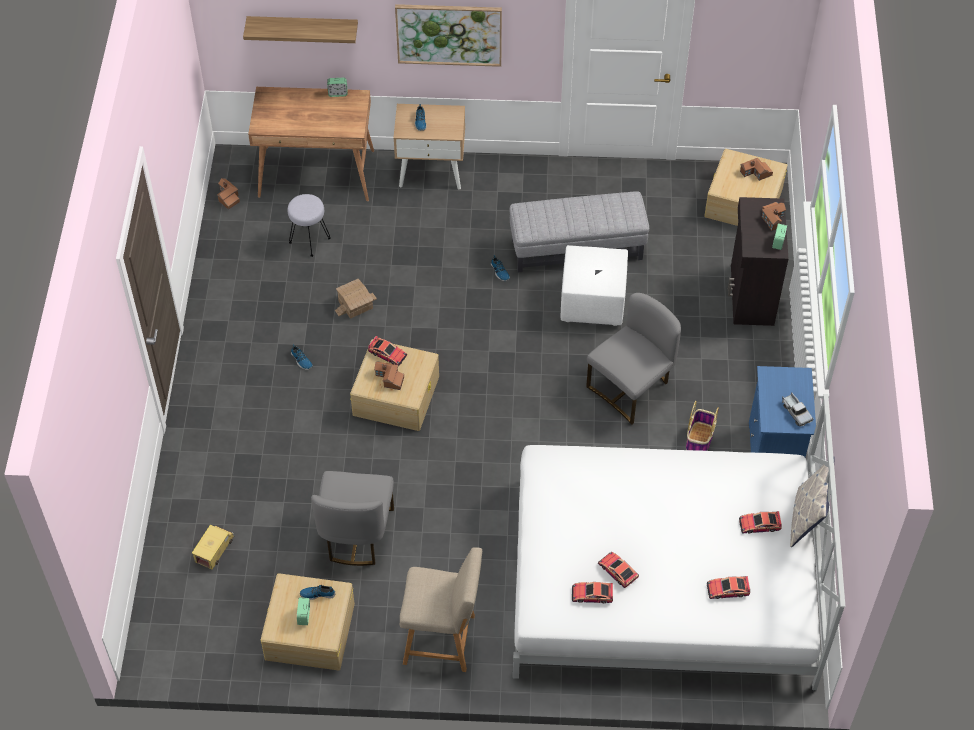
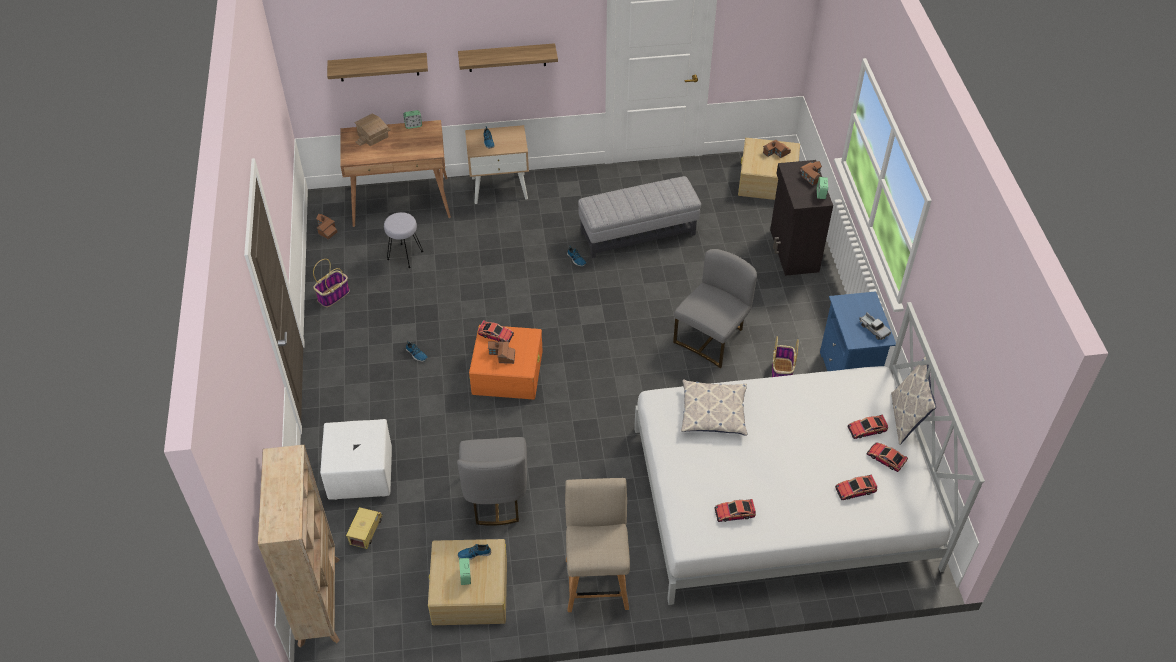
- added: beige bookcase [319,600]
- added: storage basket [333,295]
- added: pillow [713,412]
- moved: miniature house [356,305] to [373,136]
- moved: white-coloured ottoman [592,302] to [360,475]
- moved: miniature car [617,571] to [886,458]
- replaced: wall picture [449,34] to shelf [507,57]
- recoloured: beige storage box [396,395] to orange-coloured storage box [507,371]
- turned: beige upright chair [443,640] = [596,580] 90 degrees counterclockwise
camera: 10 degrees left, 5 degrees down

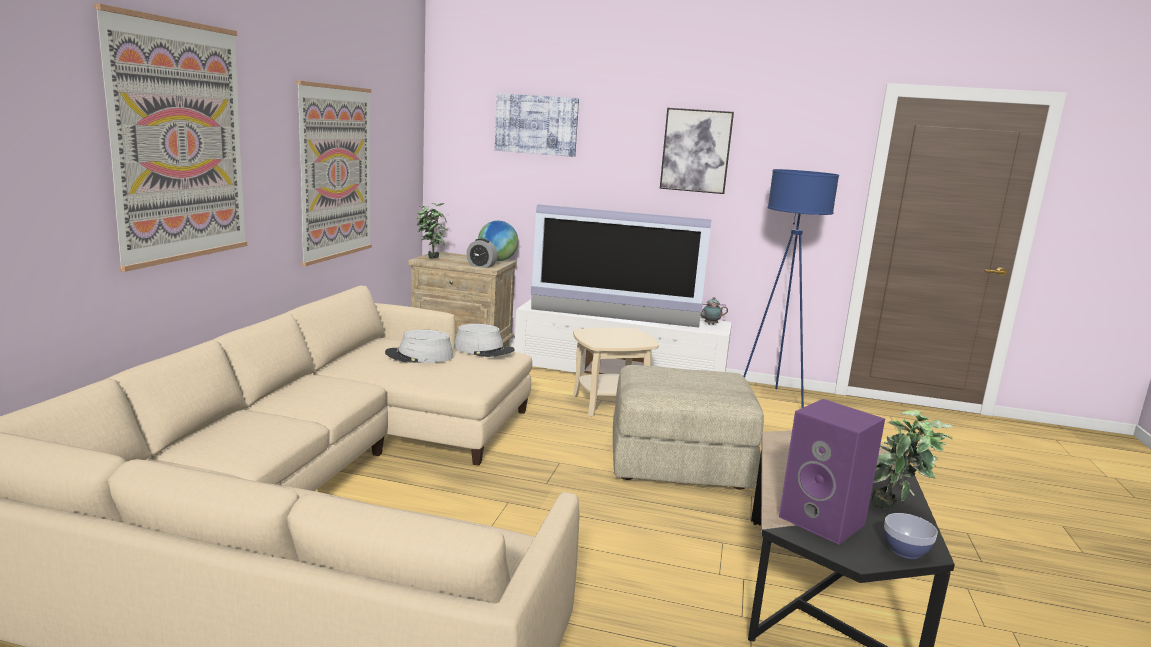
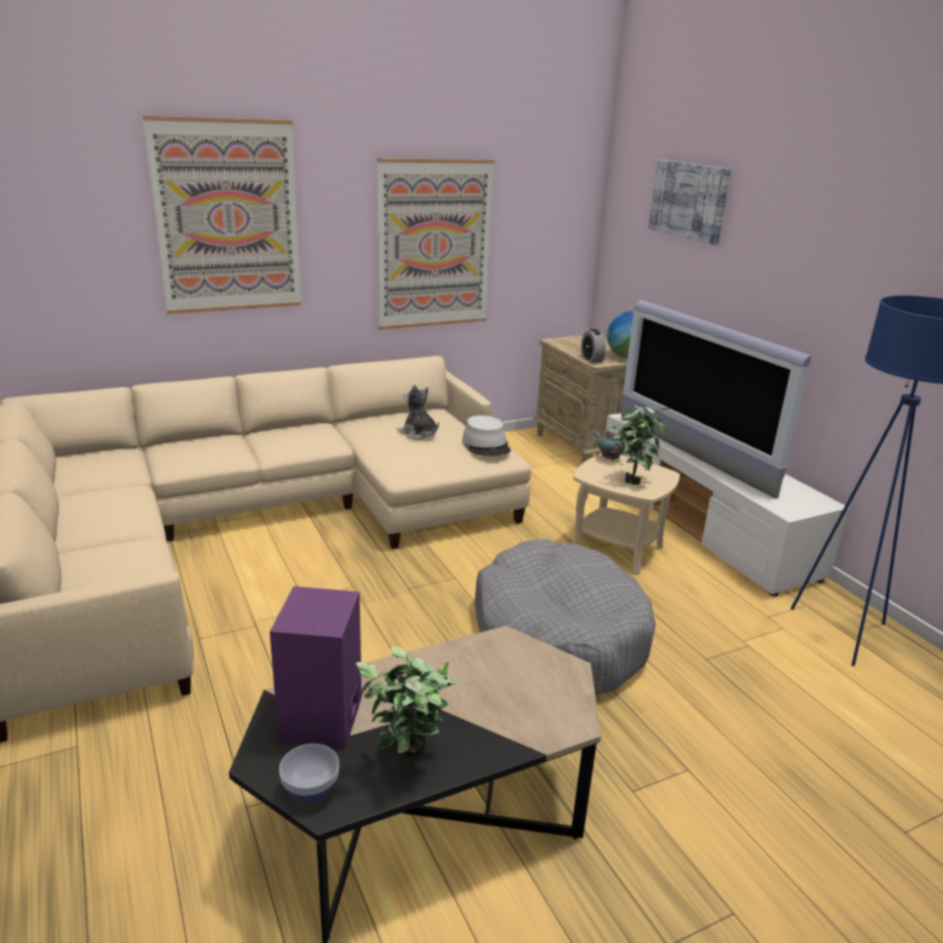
- removed: wall picture [696,151]
- moved: potted plant [430,257] to [633,480]
- moved: teapot [709,324] to [609,458]
- replaced: grey clothing hat [419,356] to plush toy [419,434]
- replaced: beige ottoman [680,463] to grey dog bed [559,635]
camera: 50 degrees right, 10 degrees up

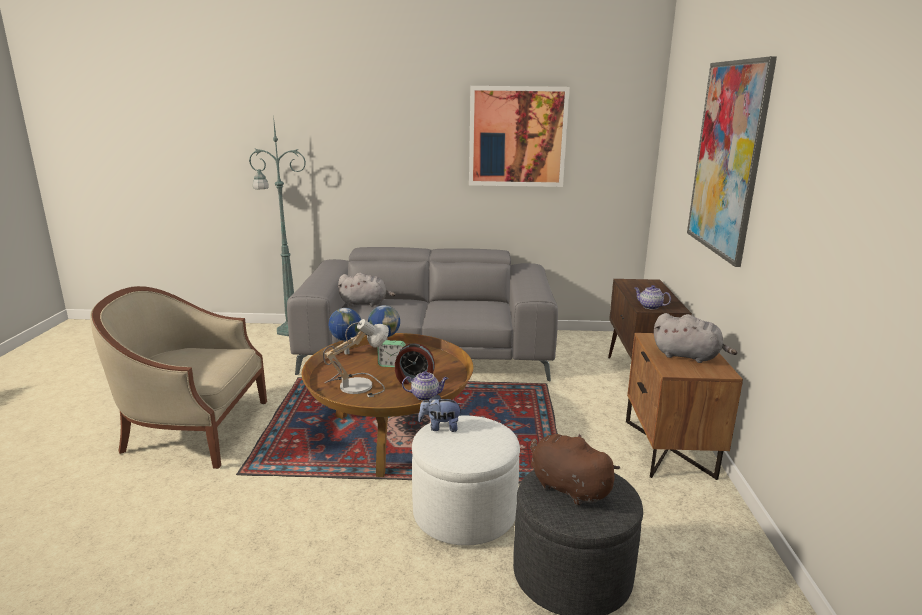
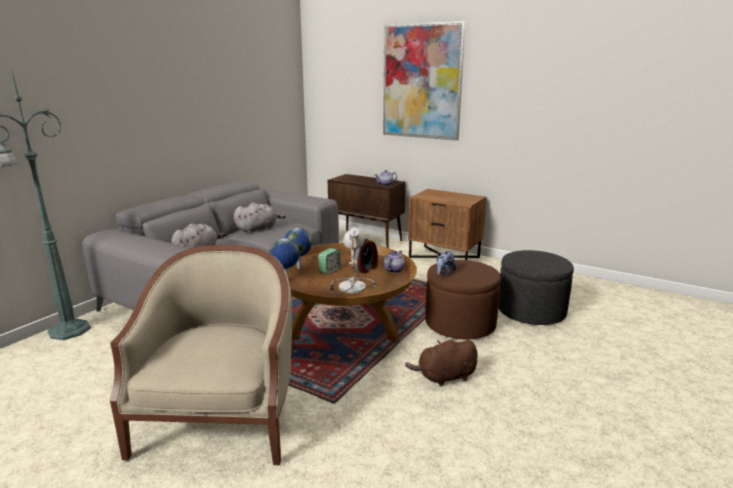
- removed: wall picture [517,137]
- moved: brownish plush toy [567,488] to [444,377]
- moved: grey plush toy [688,356] to [258,229]
- recoloured: white-coloured ottoman [464,513] to brownish ottoman [460,324]
- turned: beige lounge chair [194,430] = [221,419] 150 degrees clockwise
camera: 60 degrees left, 0 degrees up

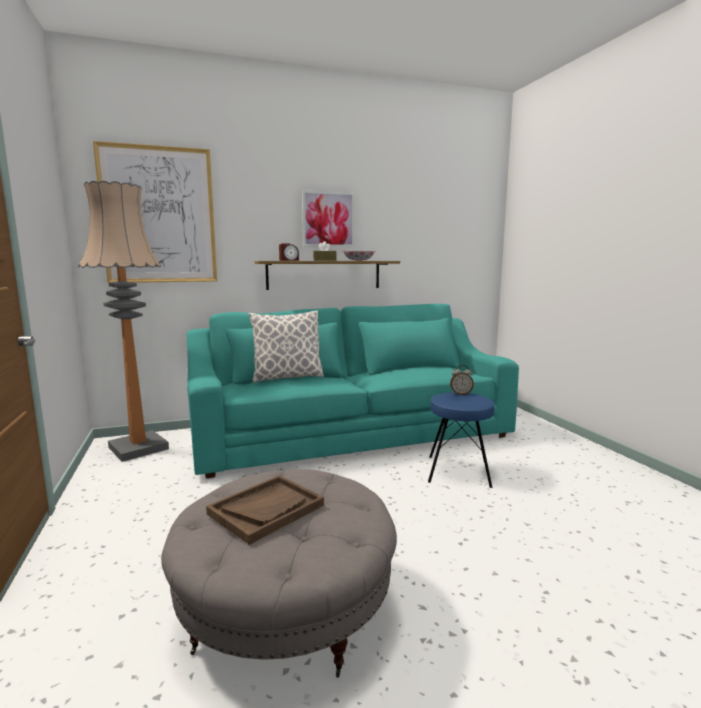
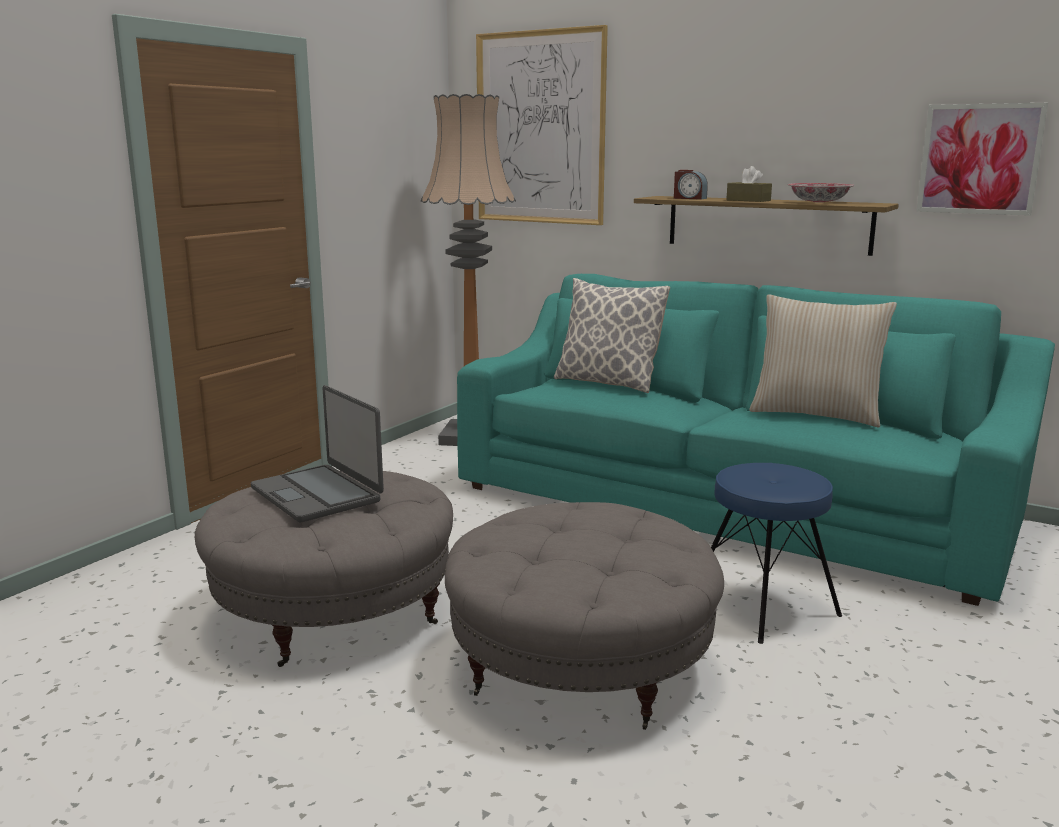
- removed: alarm clock [461,394]
- added: grey ottoman [581,664]
- added: beige pillow [816,414]
- moved: wall picture [328,219] to [979,159]
- replaced: brownish carrying tray [266,509] to notebook computer [318,494]
camera: 50 degrees right, 5 degrees up

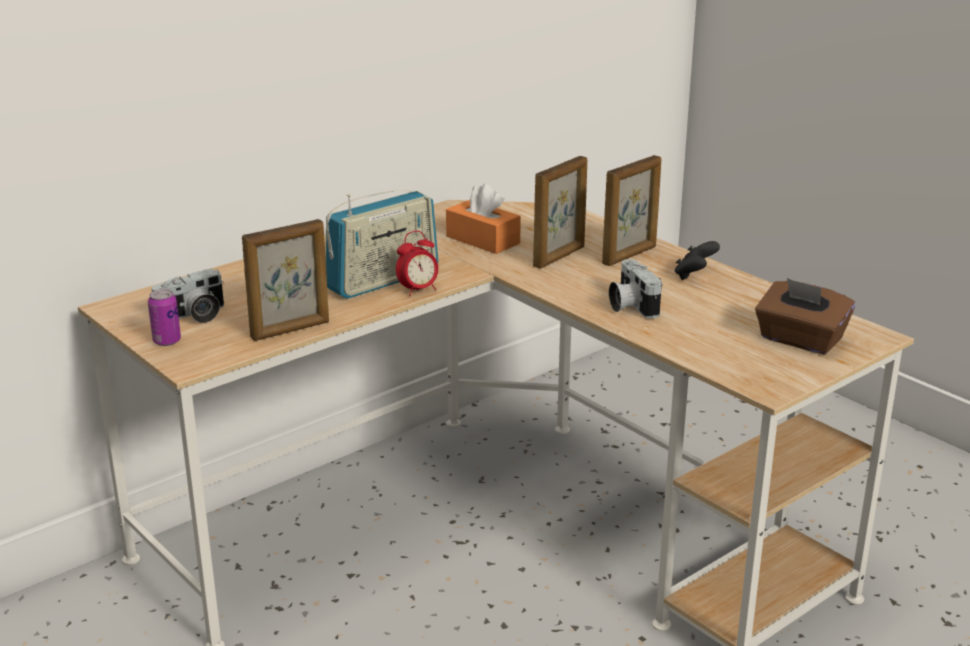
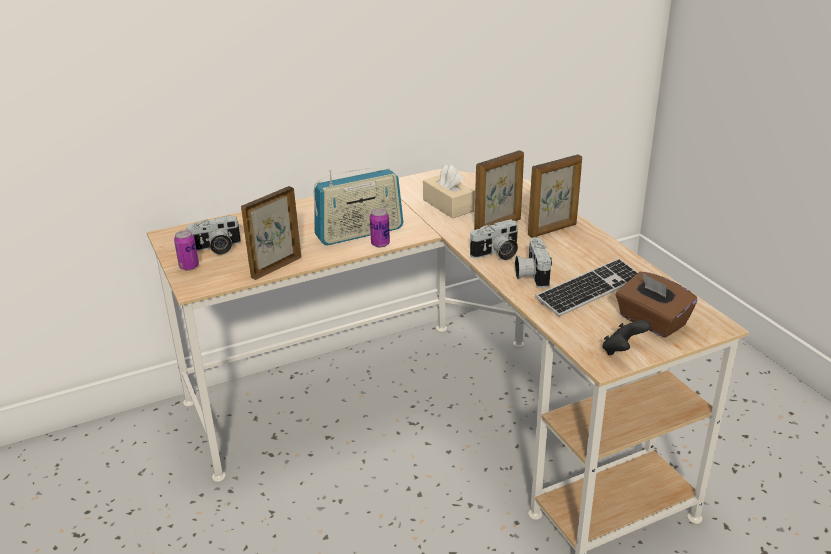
- added: still camera [496,254]
- added: PC keyboard [589,290]
- moved: black-coloured game controller [694,276] to [622,350]
- replaced: alarm clock [418,290] to sealed can [380,244]
- recoloured: orange-coloured box of tissues [482,240] to beige box of tissues [448,205]
- turned: photo frame [291,330] = [275,267] 150 degrees clockwise
camera: 15 degrees right, 5 degrees up

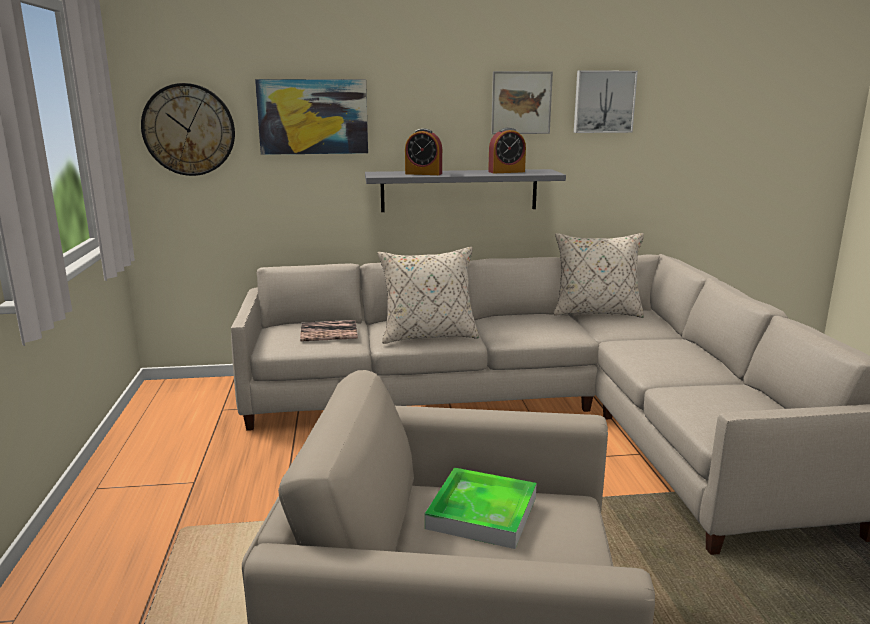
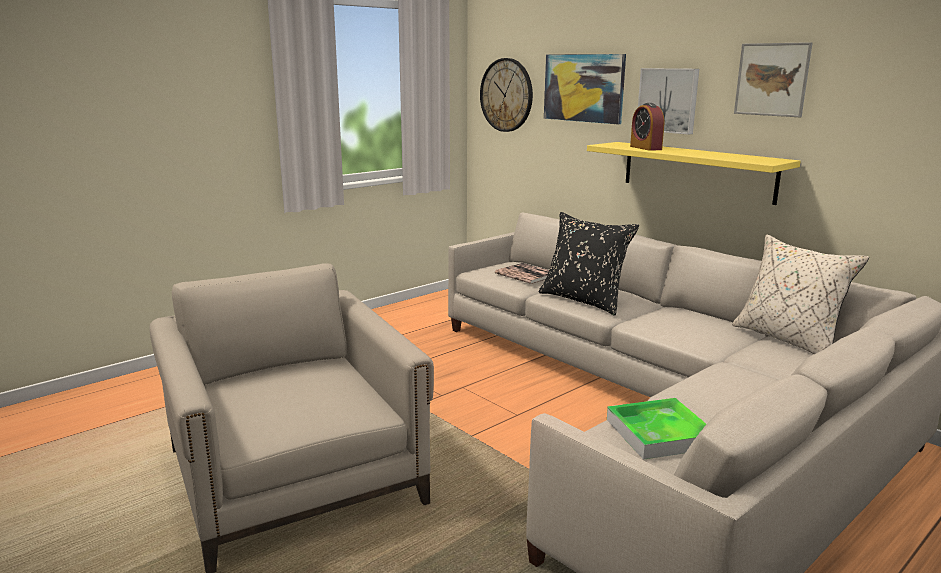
- removed: alarm clock [506,172]
- moved: carrying tray [482,512] to [659,433]
- moved: wall picture [603,101] to [668,100]
- recoloured: grey shelf [459,190] to yellow shelf [697,171]
- recoloured: beige pillow [428,336] to black-coloured pillow [584,300]
camera: 55 degrees right, 0 degrees up

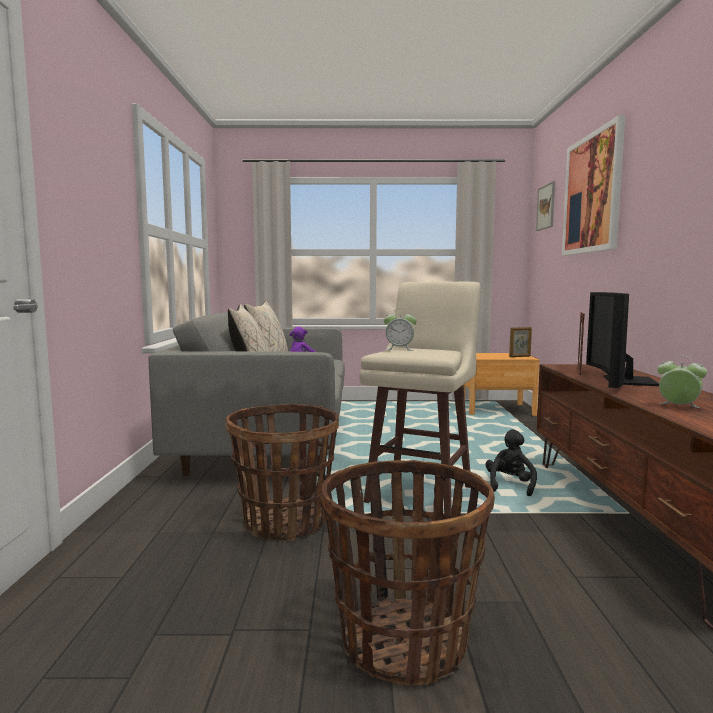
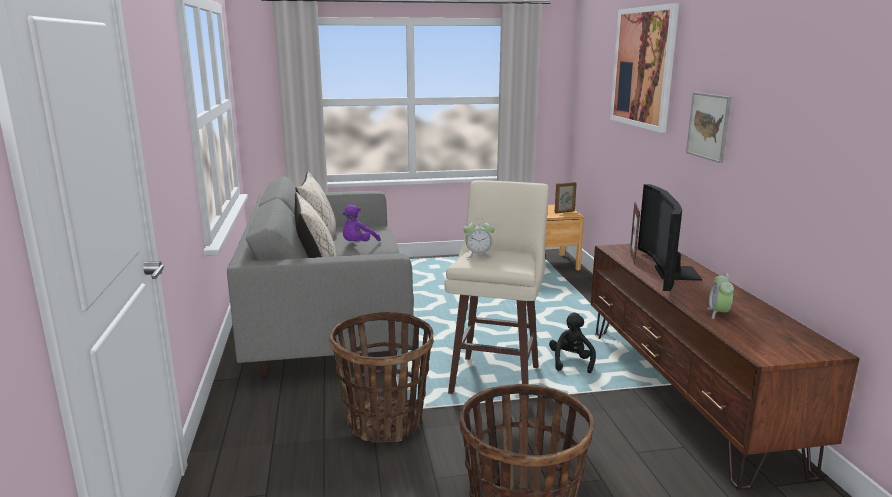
- moved: wall picture [546,207] to [708,126]
- turned: alarm clock [678,407] = [718,313] 105 degrees counterclockwise
camera: 10 degrees left, 10 degrees up

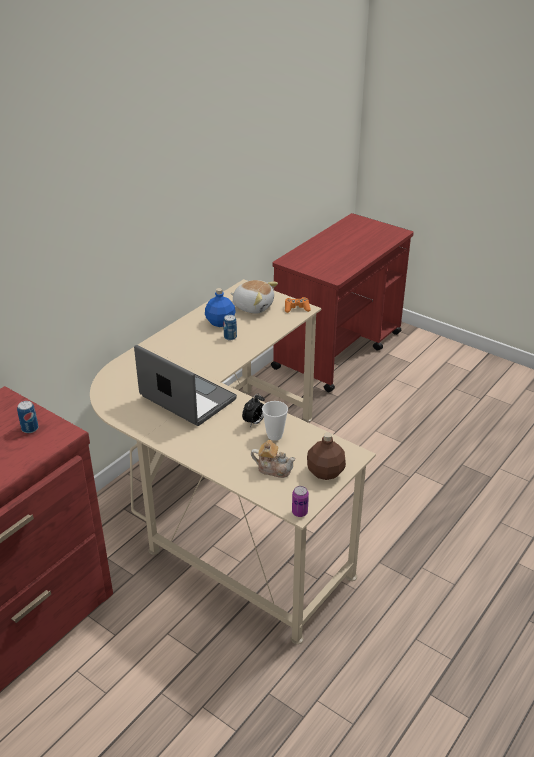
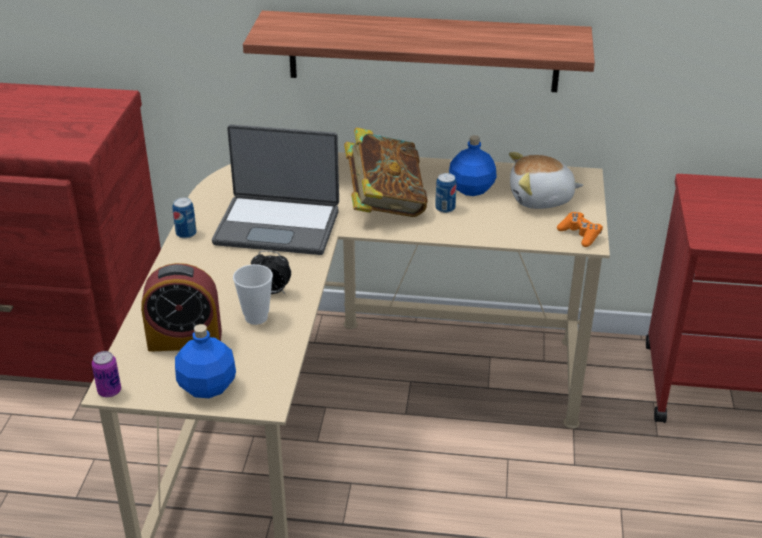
- added: shelf [423,51]
- added: book [384,204]
- moved: sealed can [30,428] to [186,233]
- replaced: teapot [273,469] to alarm clock [185,340]
- recoloured: brownish bottle [326,472] to bluish bottle [208,387]
- turned: notebook computer [186,399] = [278,225] 90 degrees clockwise
- turned: plush toy [253,306] = [541,199] 90 degrees clockwise
camera: 60 degrees right, 0 degrees up

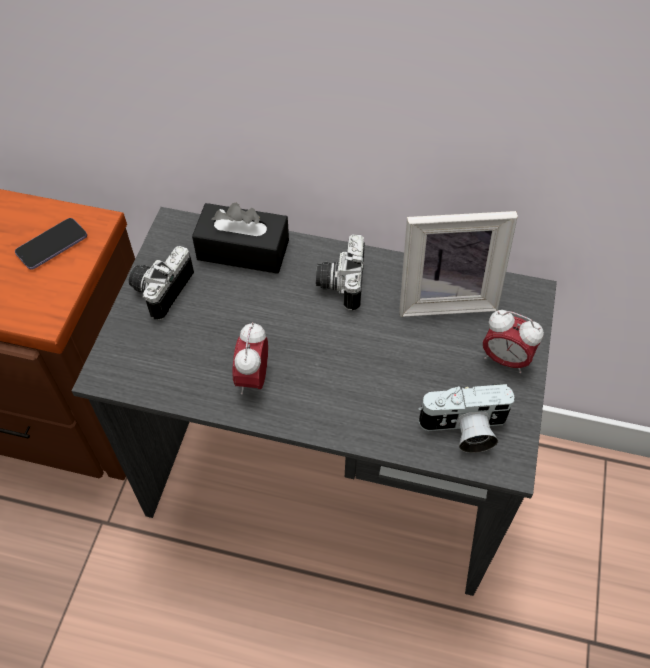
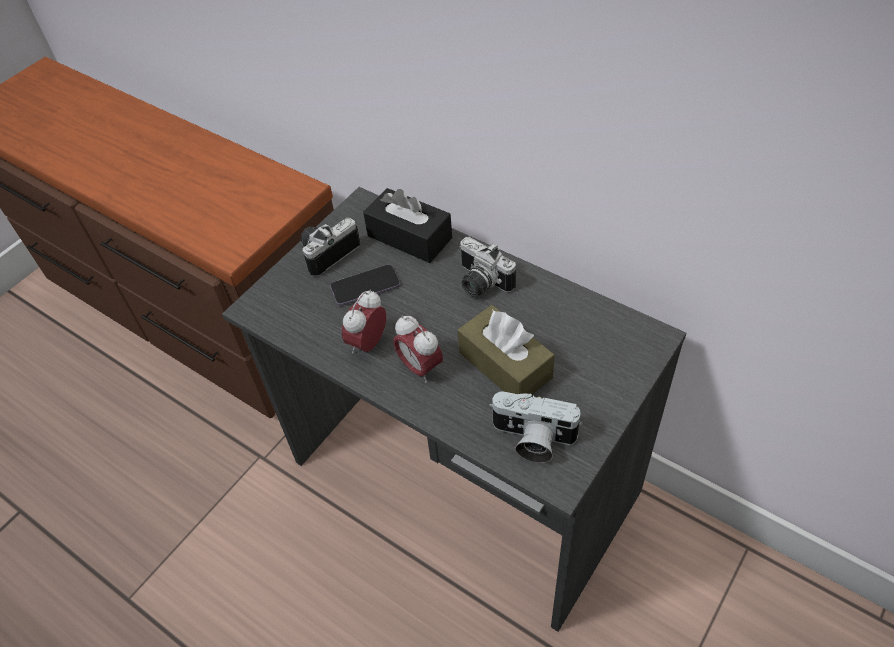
- removed: photo frame [445,296]
- added: brownish box of tissues [505,365]
- moved: handset [52,245] to [365,286]
- moved: alarm clock [505,359] to [420,367]
- turned: still camera [339,282] = [480,283] 75 degrees counterclockwise
camera: 25 degrees right, 5 degrees down

